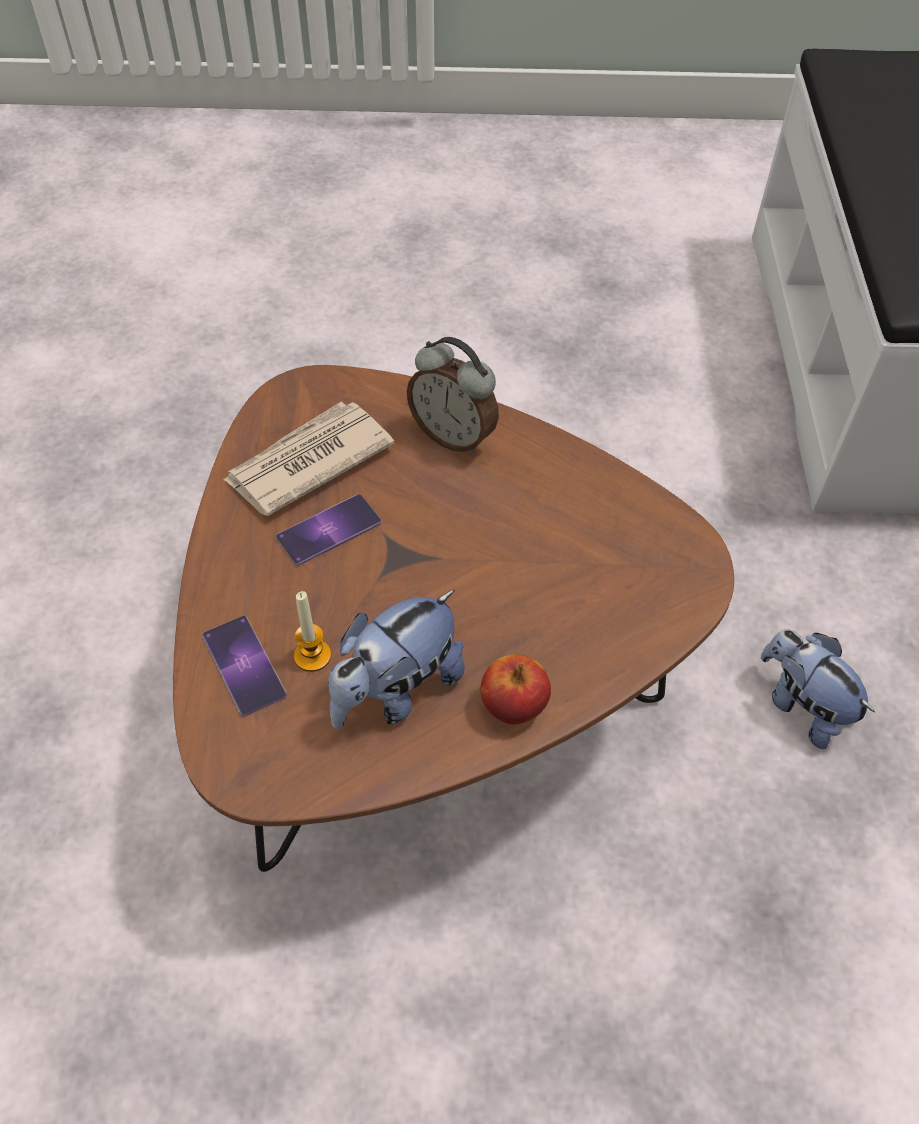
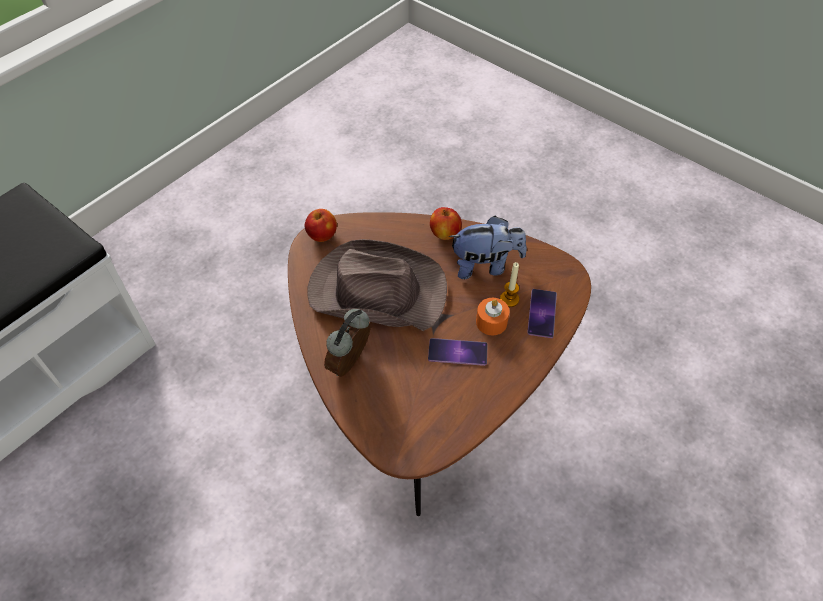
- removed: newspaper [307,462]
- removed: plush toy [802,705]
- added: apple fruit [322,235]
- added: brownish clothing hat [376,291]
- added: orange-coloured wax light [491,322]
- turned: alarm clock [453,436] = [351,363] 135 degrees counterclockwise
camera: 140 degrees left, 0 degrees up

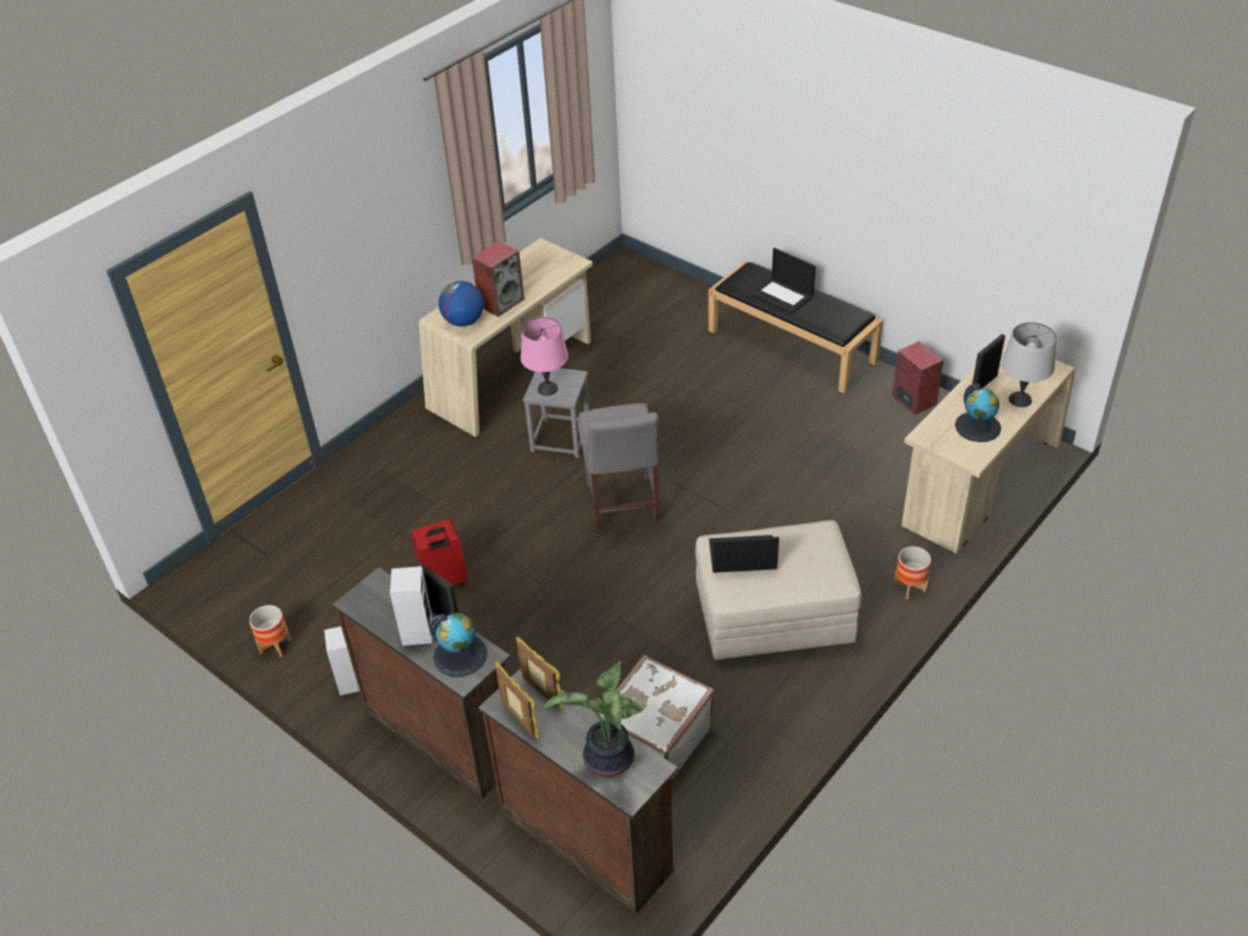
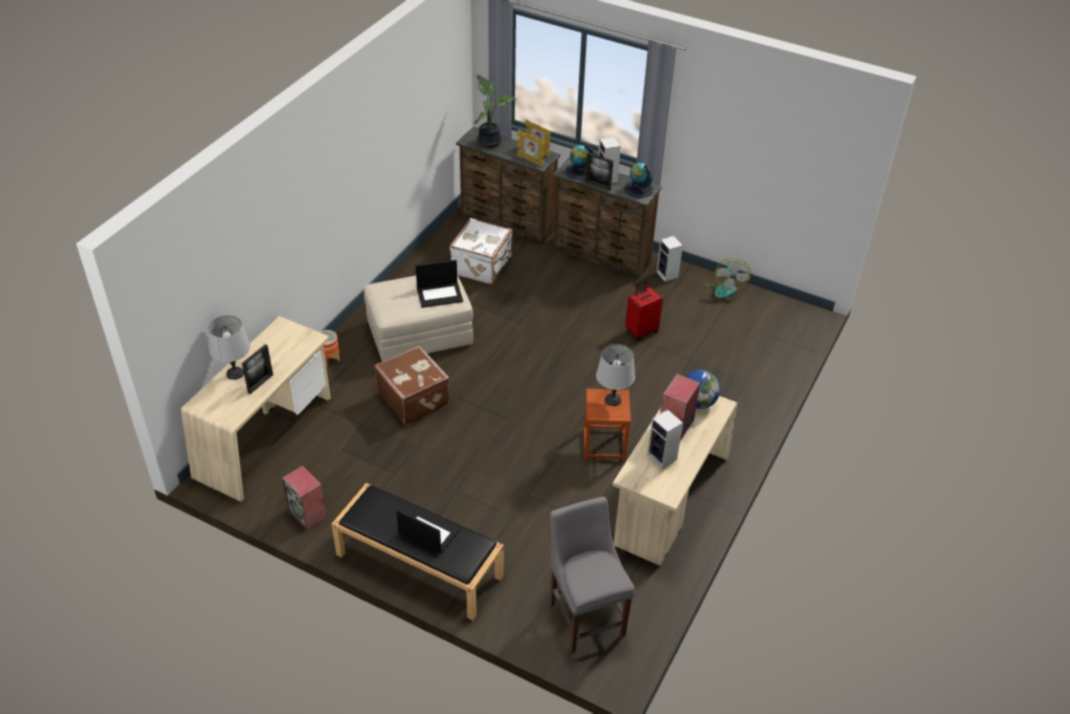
- added: brownish travel case [414,399]
- added: speaker [663,458]
- moved: grey upright chair [622,506] to [585,615]
- moved: world globe [978,426] to [638,189]
- replaced: flower pot [275,646] to fan [725,287]
- recoloured: pinkish tabletop lamp [547,389] to grey tabletop lamp [612,399]
- recoloured: grey sitting stool [561,438] to brownish sitting stool [603,444]
camera: 165 degrees right, 0 degrees up

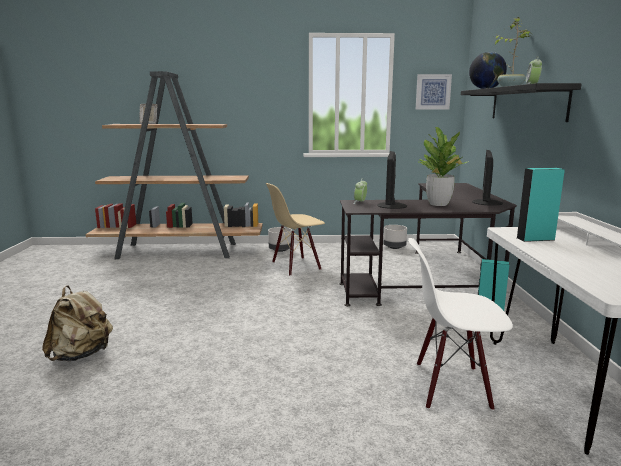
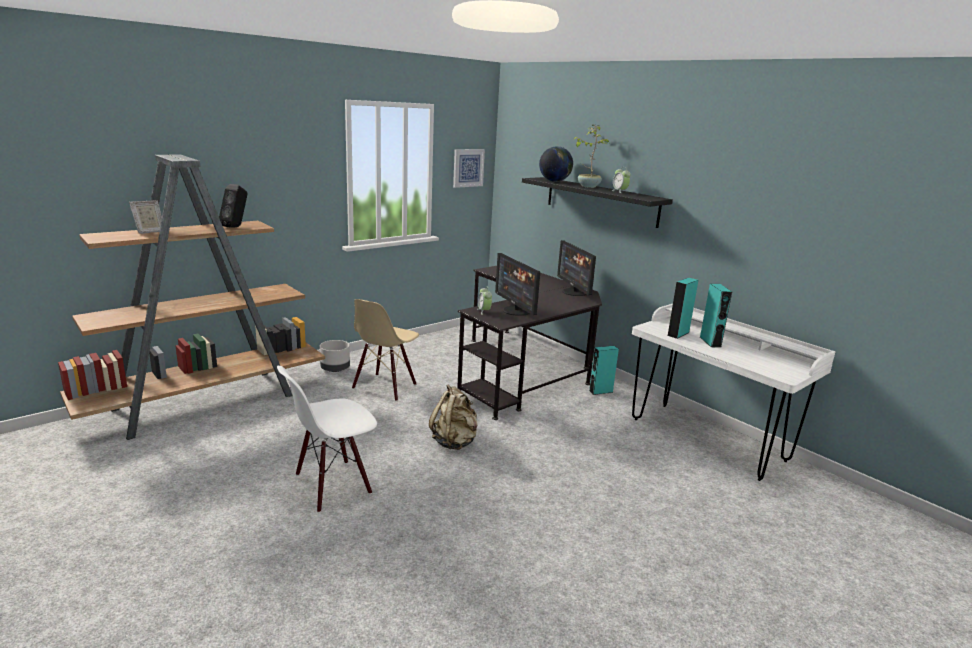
- removed: grey flower pot [394,247]
- removed: potted plant [439,204]
- added: black-coloured speaker [236,227]
- added: turquoise-coloured speaker [710,342]
- moved: beige knapsack [81,355] to [454,442]
- moved: white-coloured upright chair [451,386] to [332,485]
camera: 40 degrees left, 5 degrees up

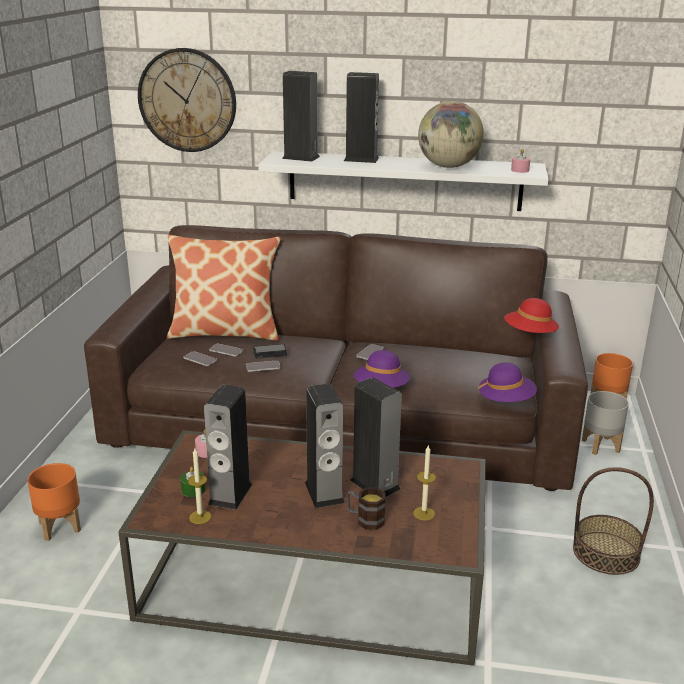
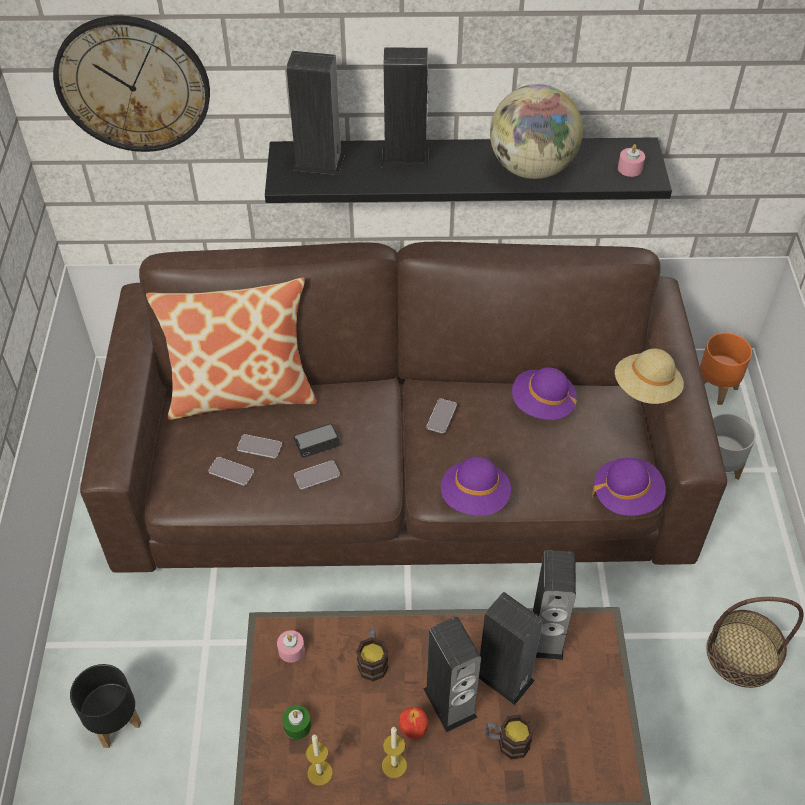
- added: tea mug [373,660]
- added: apple fruit [412,730]
- added: purplish clothing hat [542,404]
- moved: speaker [230,494] to [546,636]
- moved: wax light [424,513] to [394,765]
- recoloured: orange-coloured flower pot [60,526] to black-coloured flower pot [113,721]
- recoloured: white-coloured shelf [404,181] to black-coloured shelf [462,166]
- recoloured: reddish clothing hat [530,334] to beige clothing hat [646,389]
camera: 10 degrees left, 25 degrees up

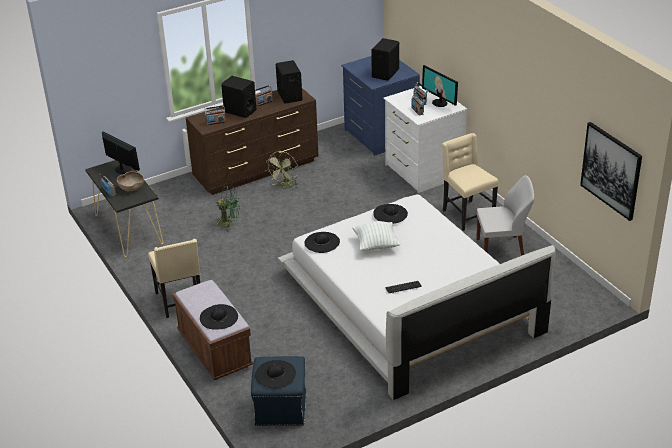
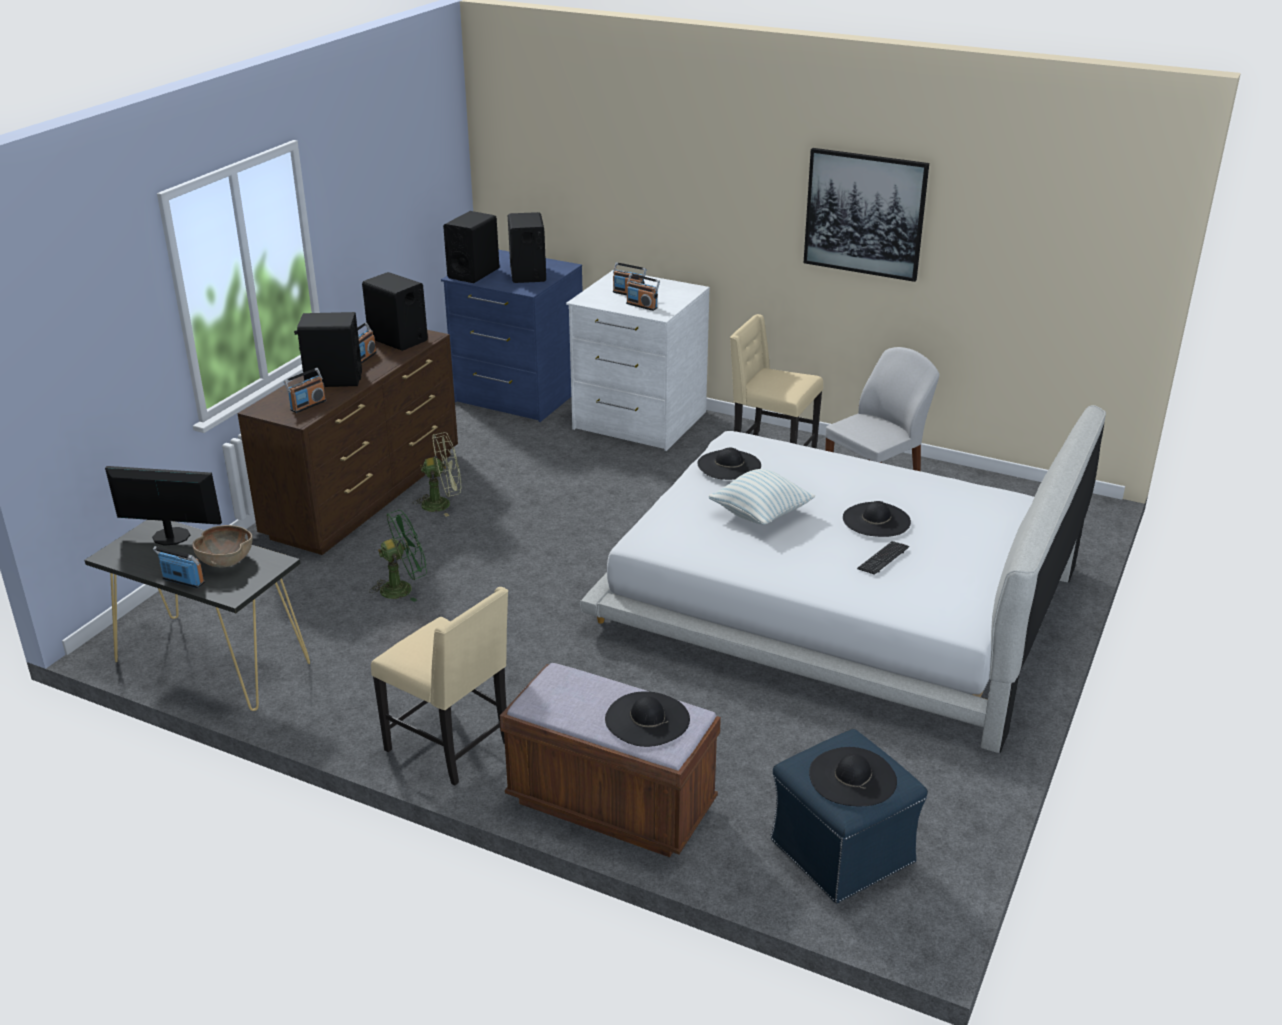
- removed: computer screen [440,103]
- added: black-coloured speaker [473,273]
- moved: black-coloured clothing hat [322,242] to [876,520]
- moved: wall picture [611,170] to [865,214]
- turned: green fan [285,186] = [442,504] 90 degrees counterclockwise
camera: 35 degrees left, 5 degrees down

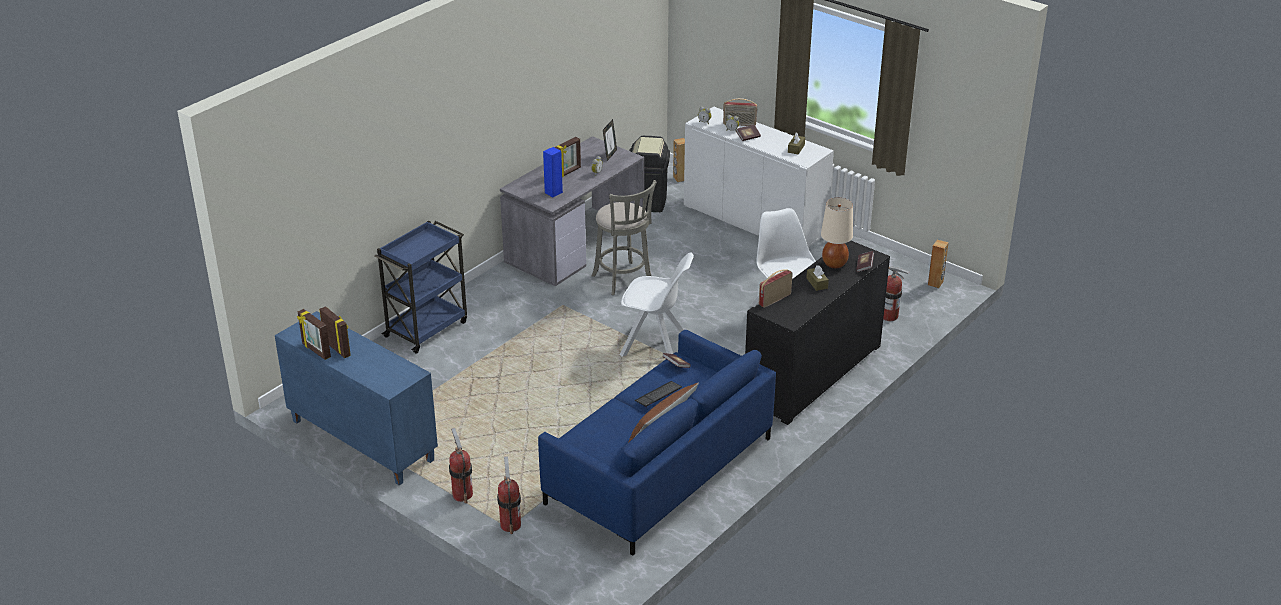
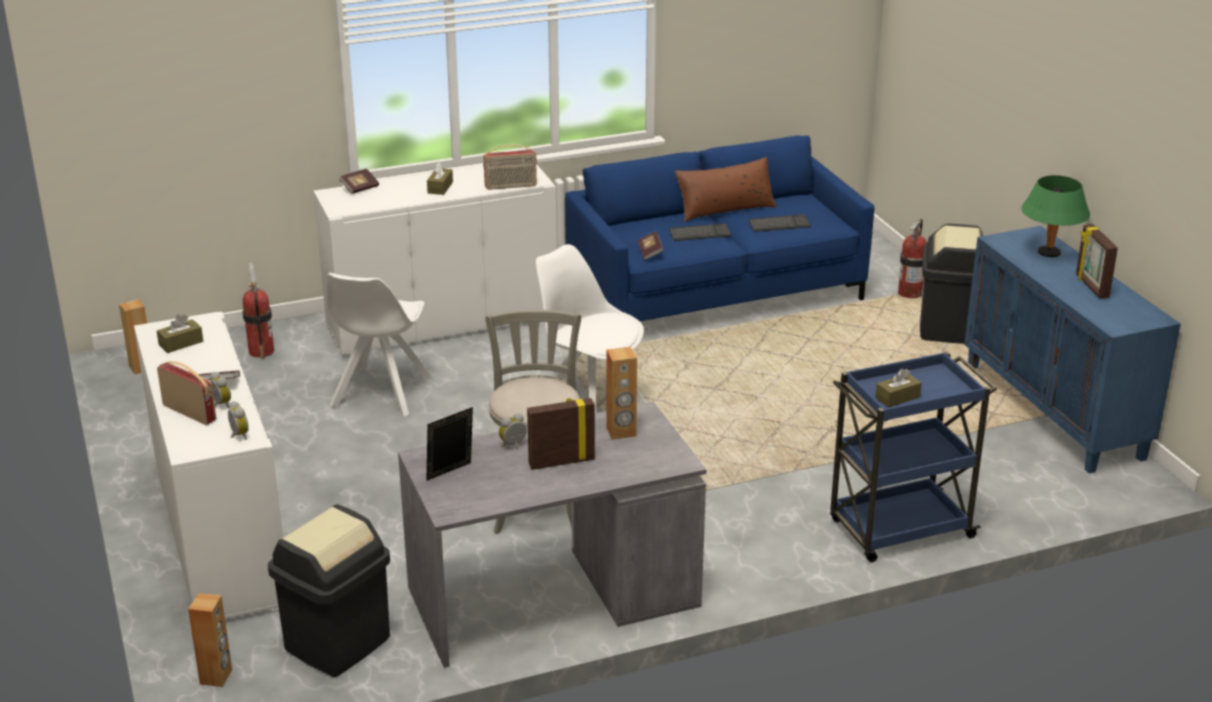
- removed: photo frame [316,351]
- removed: beige tabletop lamp [834,264]
- added: PC keyboard [779,225]
- added: brownish box of tissues [897,398]
- added: green tabletop lamp [1049,253]
- replaced: fire-fighting cylinder [462,494] to black-coloured rubbish bin [949,329]
- recoloured: bluish speaker [553,192] to brownish speaker [621,432]
- recoloured: black-coloured storage cabinet [813,374] to white-coloured storage cabinet [442,322]
camera: 150 degrees left, 5 degrees down

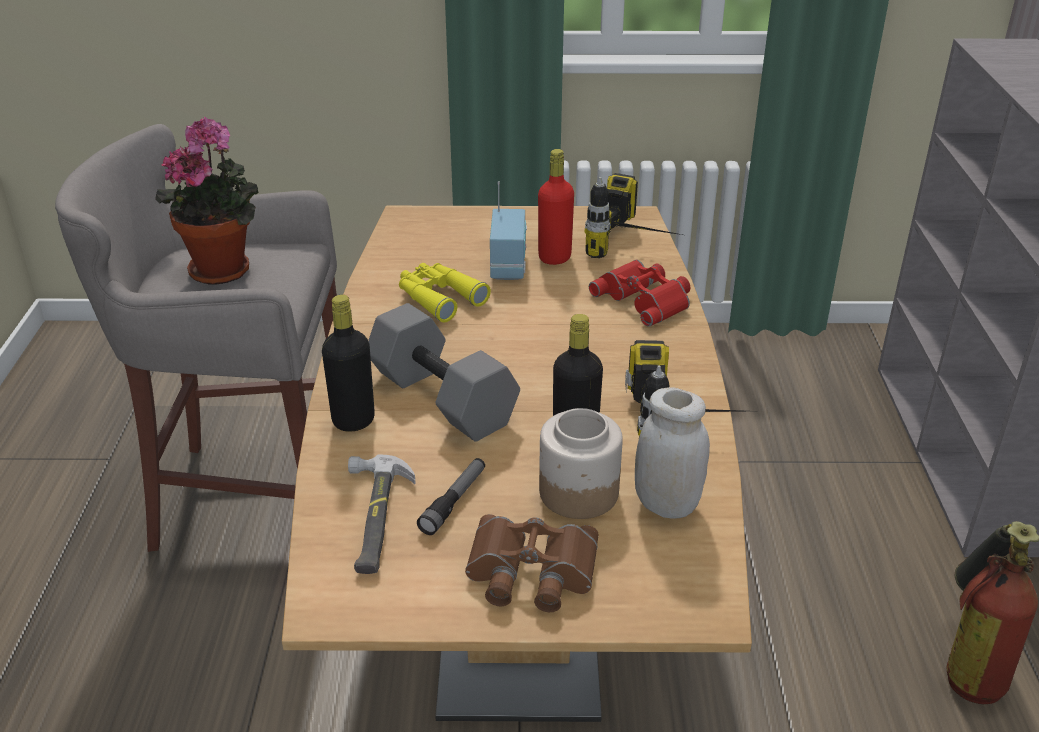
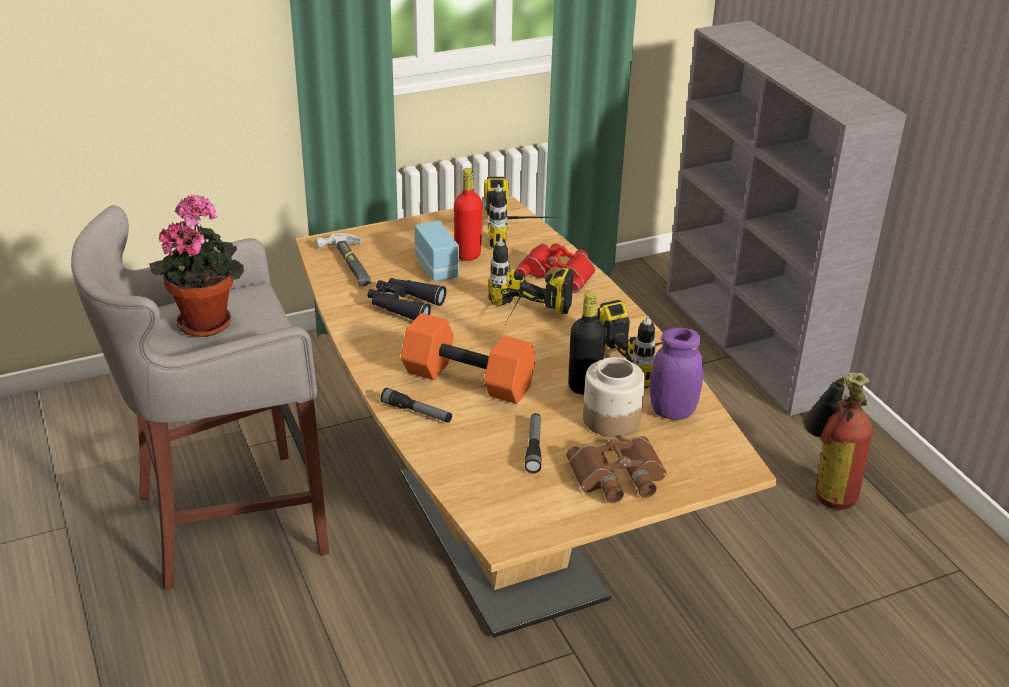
- added: electric drill [520,322]
- moved: hand hammer [374,518] to [349,264]
- replaced: black-coloured bottle [353,421] to flashlight [416,412]
- recoloured: grey hand weight [439,398] to orange-coloured hand weight [466,381]
- recoloured: yellow binoculars [439,298] to black-coloured binoculars [404,306]
- recoloured: white-coloured storage jar [666,504] to purplish storage jar [672,411]
camera: 25 degrees left, 0 degrees up

